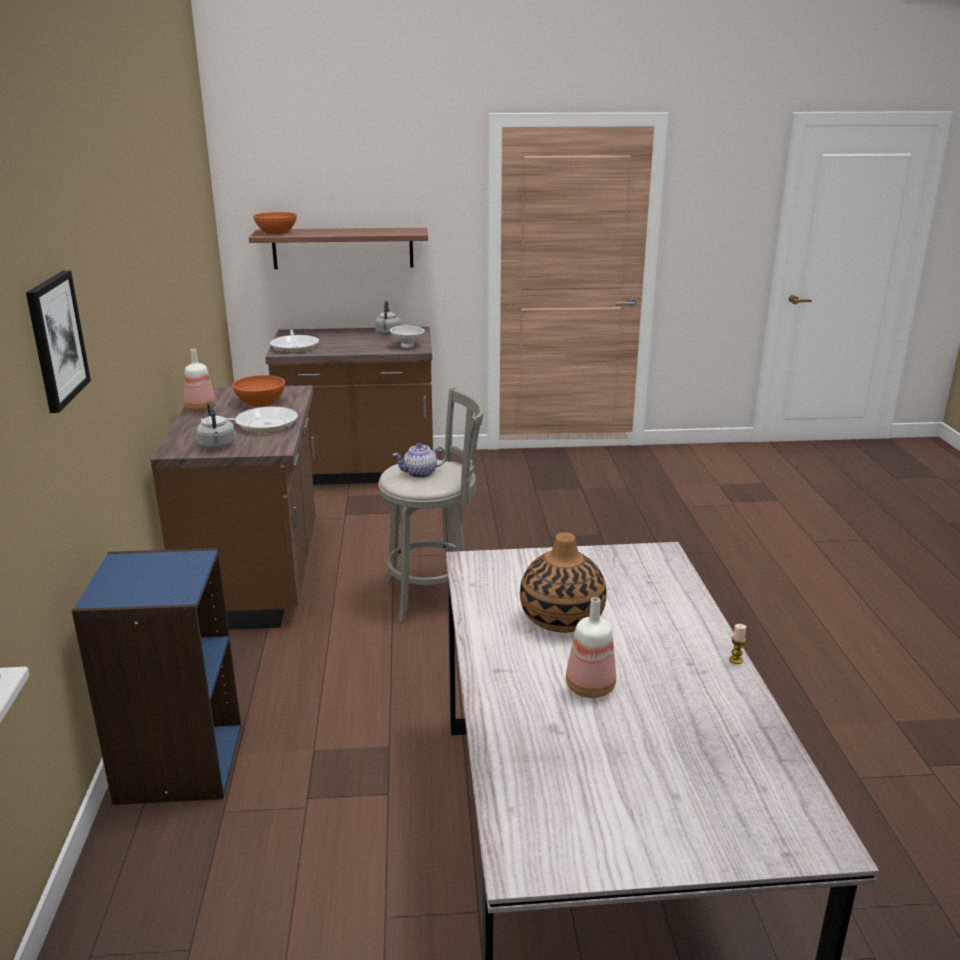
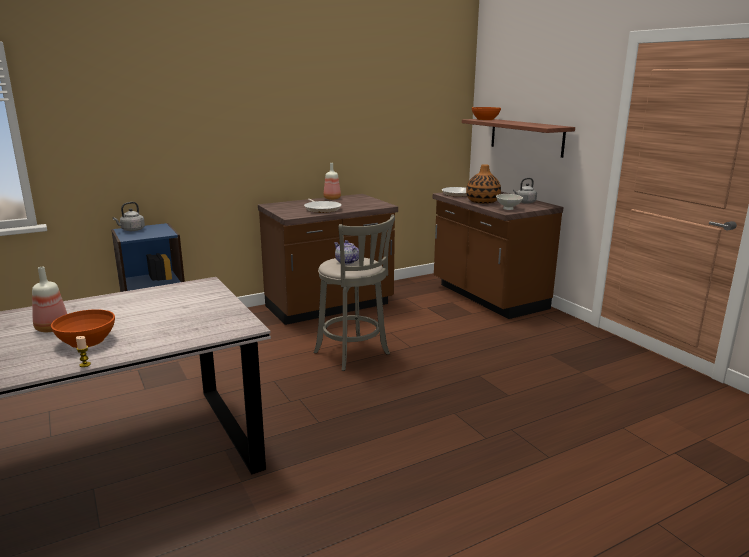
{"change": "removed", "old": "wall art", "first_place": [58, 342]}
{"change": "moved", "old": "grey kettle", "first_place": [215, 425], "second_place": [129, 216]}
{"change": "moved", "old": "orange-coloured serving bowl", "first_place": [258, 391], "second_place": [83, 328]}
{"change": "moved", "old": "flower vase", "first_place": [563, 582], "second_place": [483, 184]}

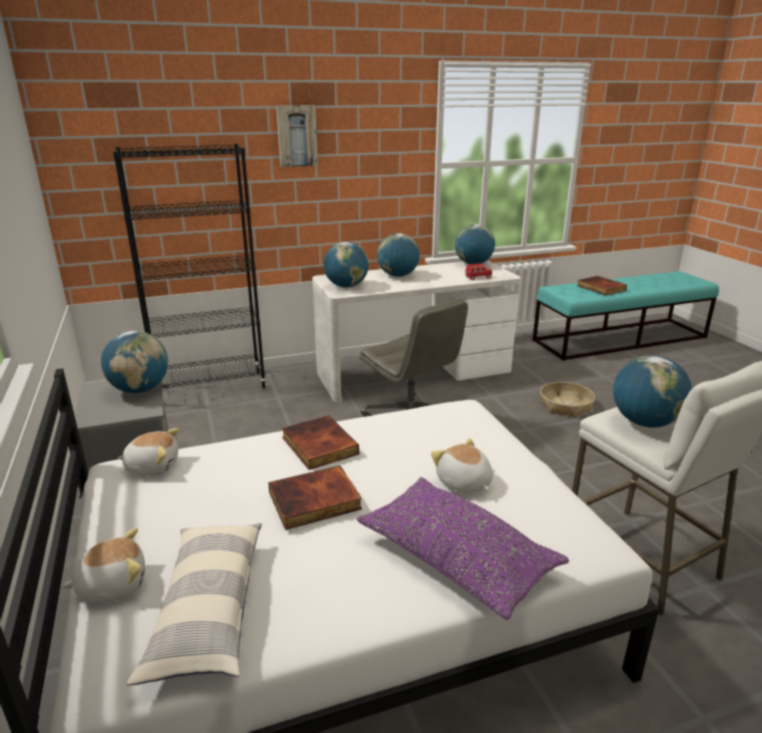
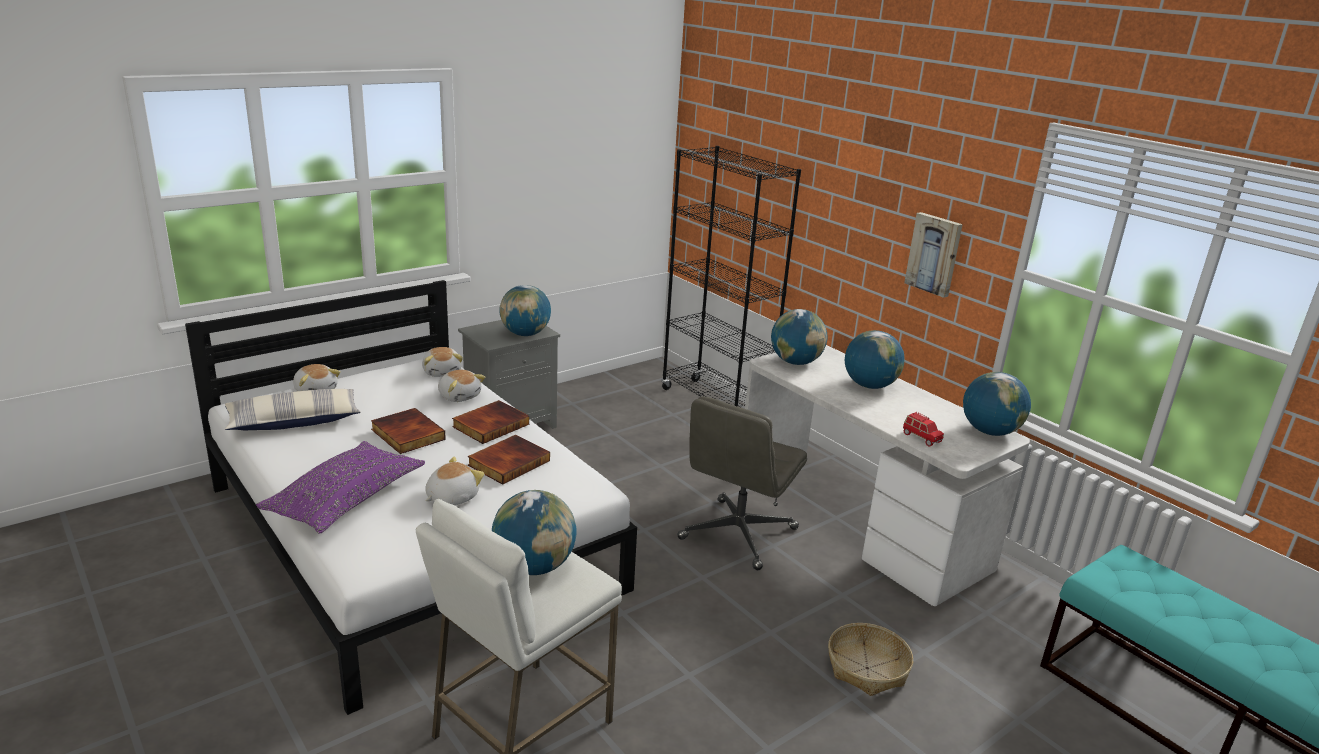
{"change": "moved", "old": "wall art", "first_place": [297, 136], "second_place": [933, 255]}
{"change": "moved", "old": "book", "first_place": [602, 286], "second_place": [509, 460]}
{"change": "added", "new": "soft toy", "second_place": [461, 386]}

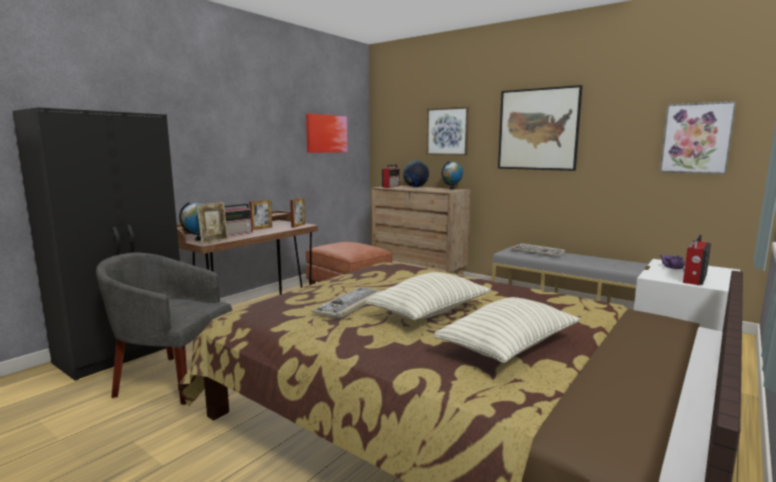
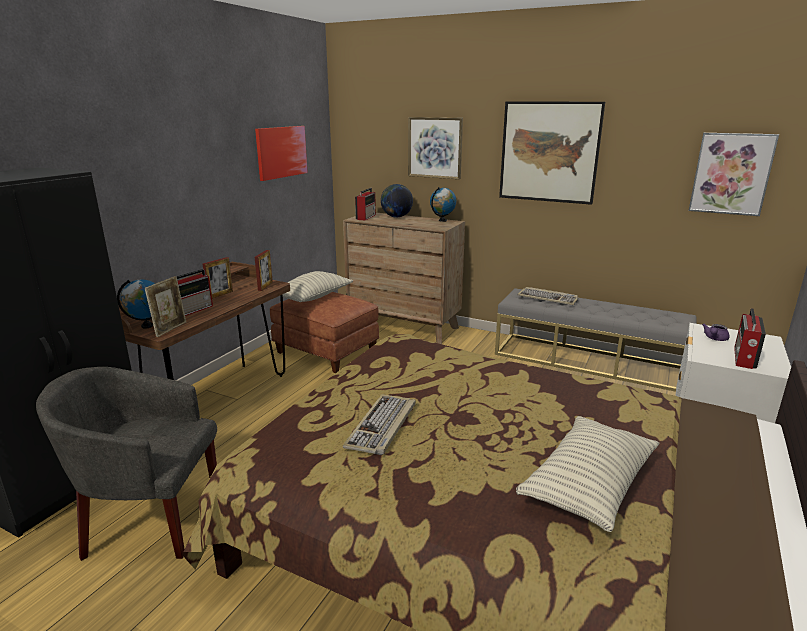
{"change": "moved", "old": "cushion", "first_place": [428, 296], "second_place": [317, 286]}

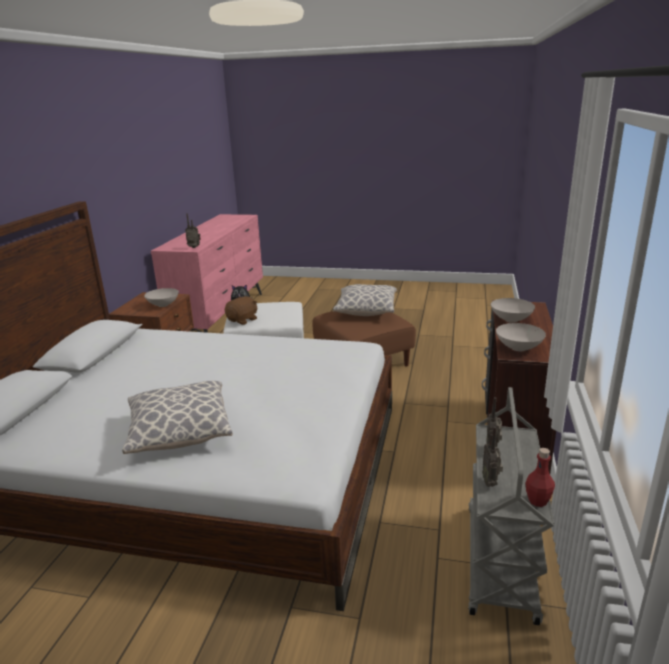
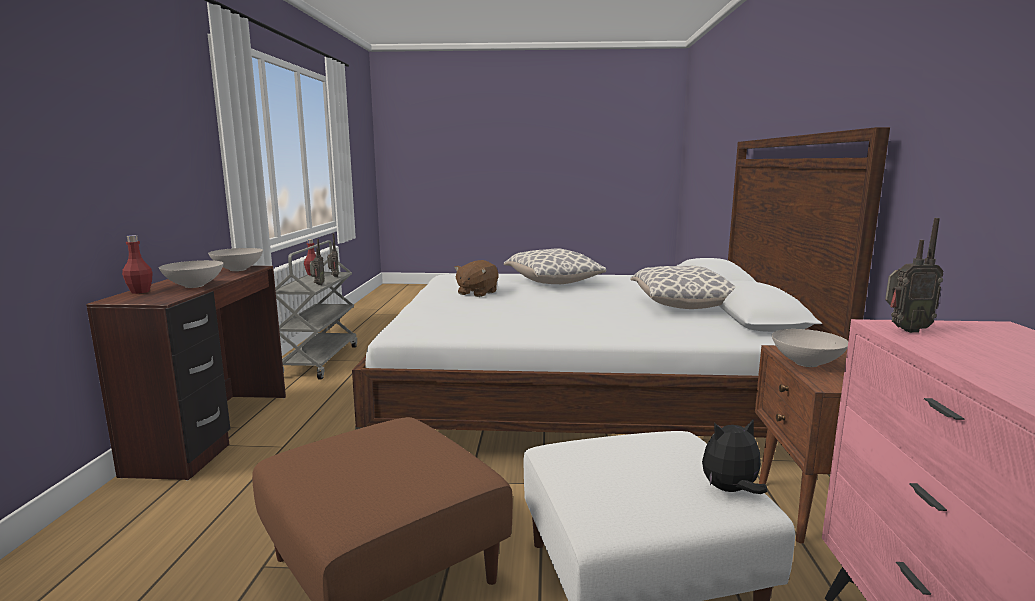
{"change": "moved", "old": "brownish soft toy", "first_place": [241, 310], "second_place": [476, 278]}
{"change": "moved", "old": "cushion", "first_place": [365, 300], "second_place": [682, 287]}
{"change": "added", "new": "red-coloured drink bottle", "second_place": [137, 264]}

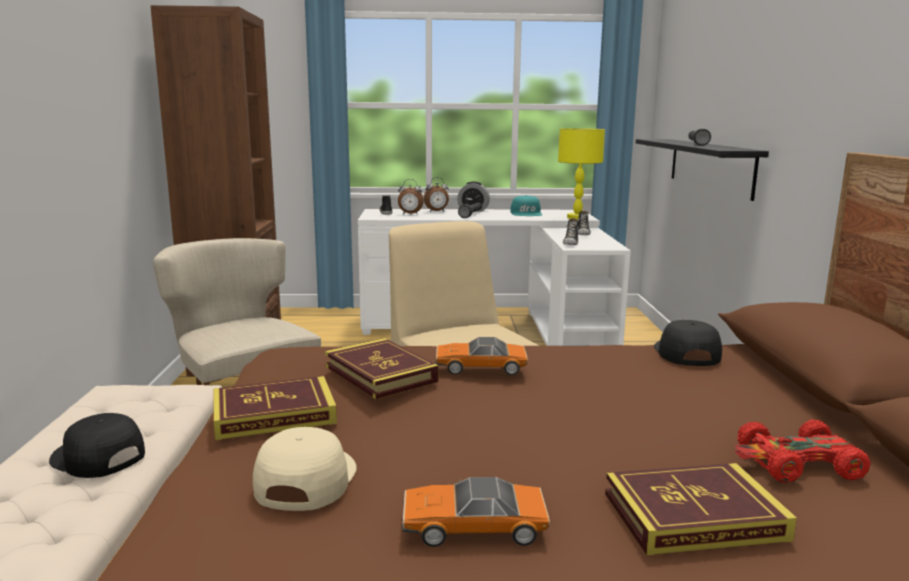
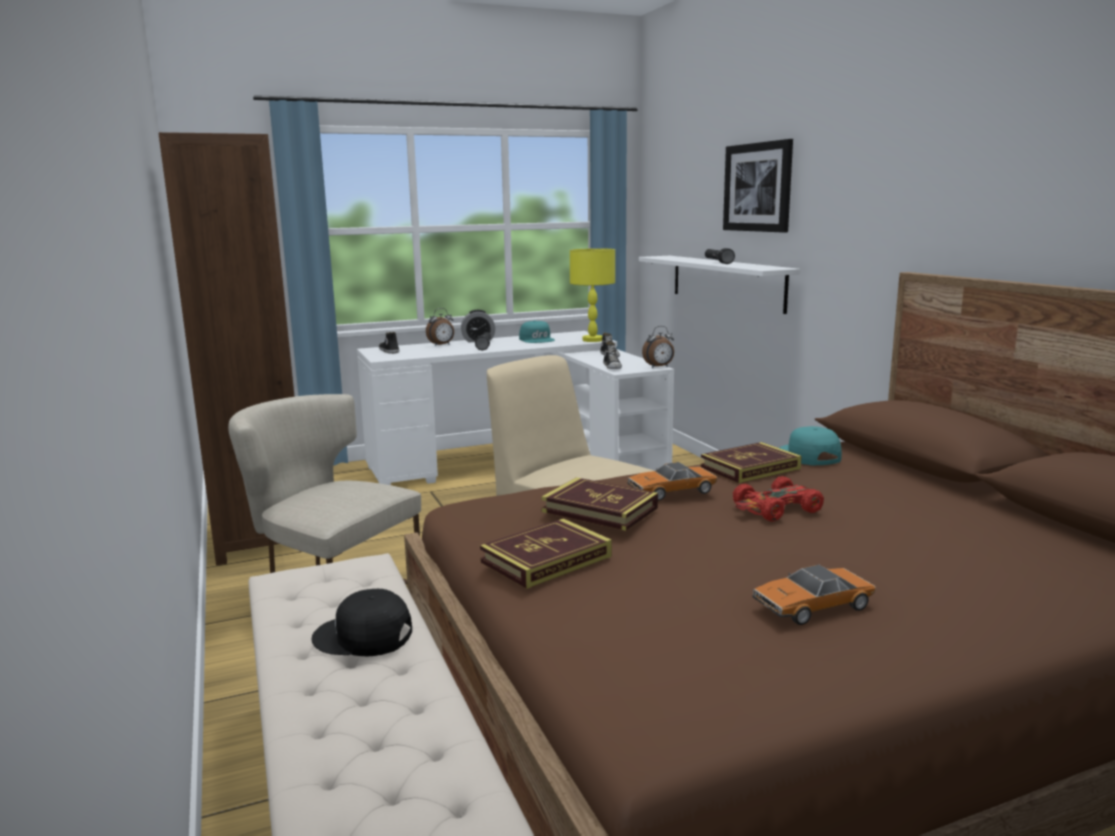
{"change": "removed", "old": "beige-coloured baseball cap", "first_place": [305, 469]}
{"change": "moved", "old": "alarm clock", "first_place": [411, 196], "second_place": [658, 347]}
{"change": "moved", "old": "book", "first_place": [701, 509], "second_place": [751, 462]}
{"change": "recoloured", "old": "black wall shelf", "new": "white-coloured wall shelf", "first_place": [702, 170], "second_place": [719, 285]}
{"change": "recoloured", "old": "black baseball cap", "new": "turquoise baseball cap", "first_place": [688, 343], "second_place": [811, 446]}
{"change": "moved", "old": "red-coloured toy car", "first_place": [803, 451], "second_place": [778, 499]}
{"change": "added", "new": "wall art", "second_place": [758, 186]}

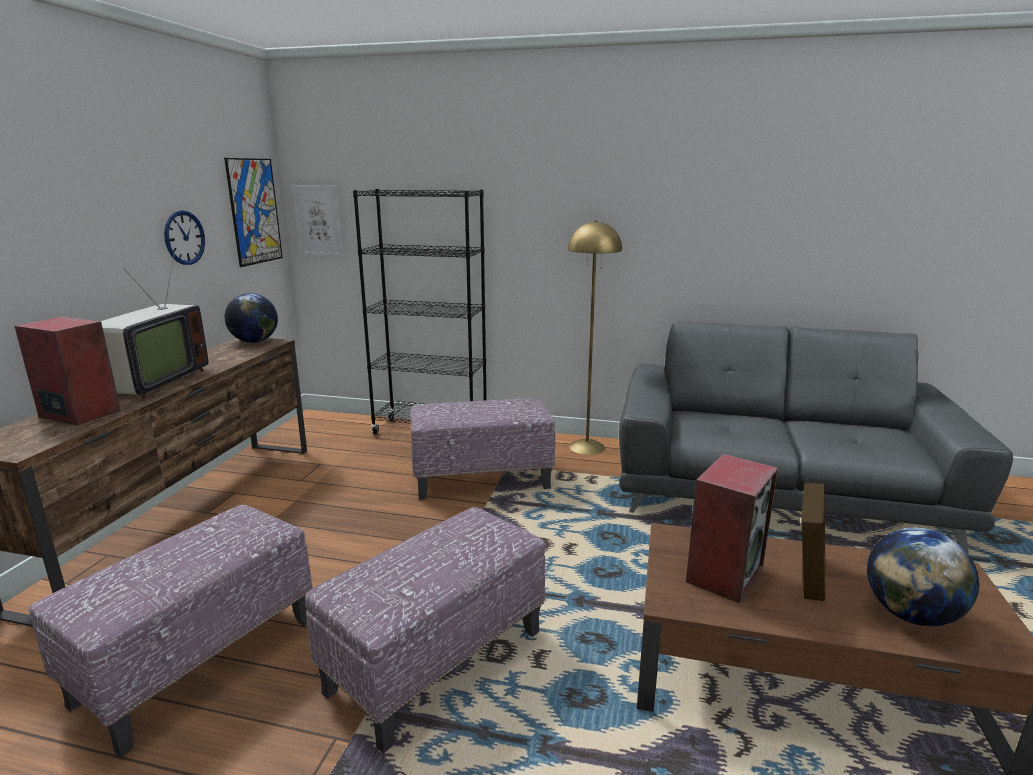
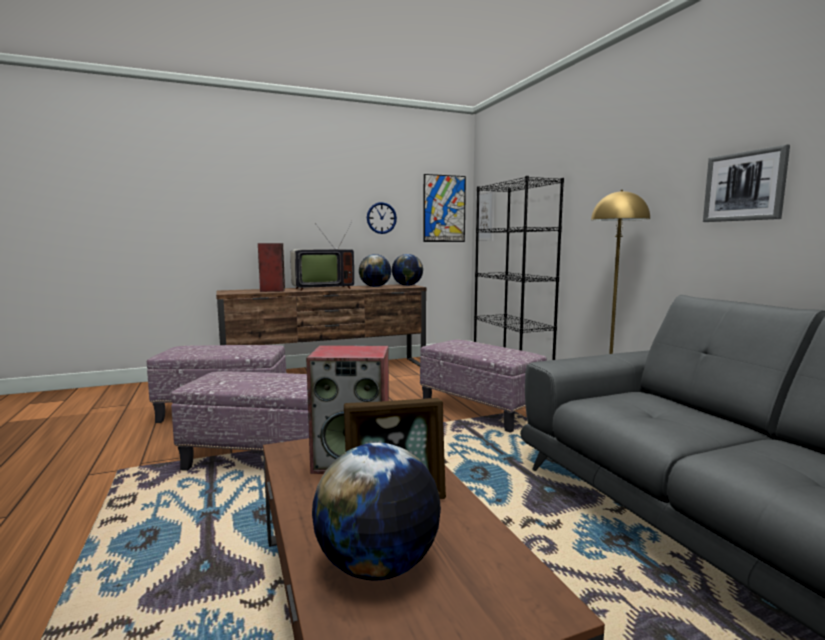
{"change": "added", "new": "desk globe", "second_place": [375, 270]}
{"change": "added", "new": "wall art", "second_place": [746, 183]}

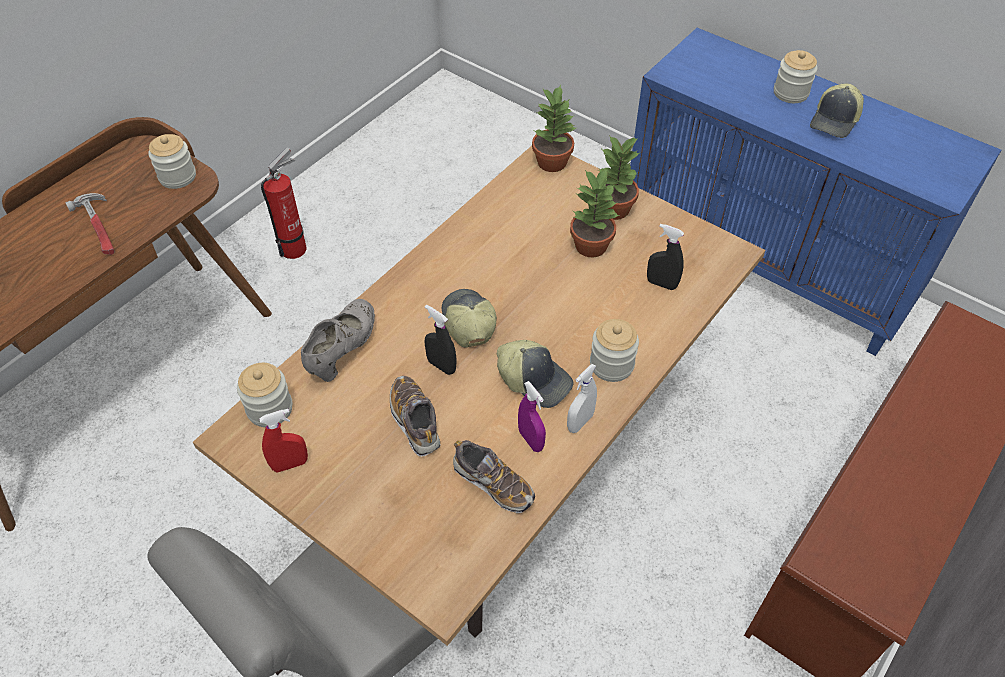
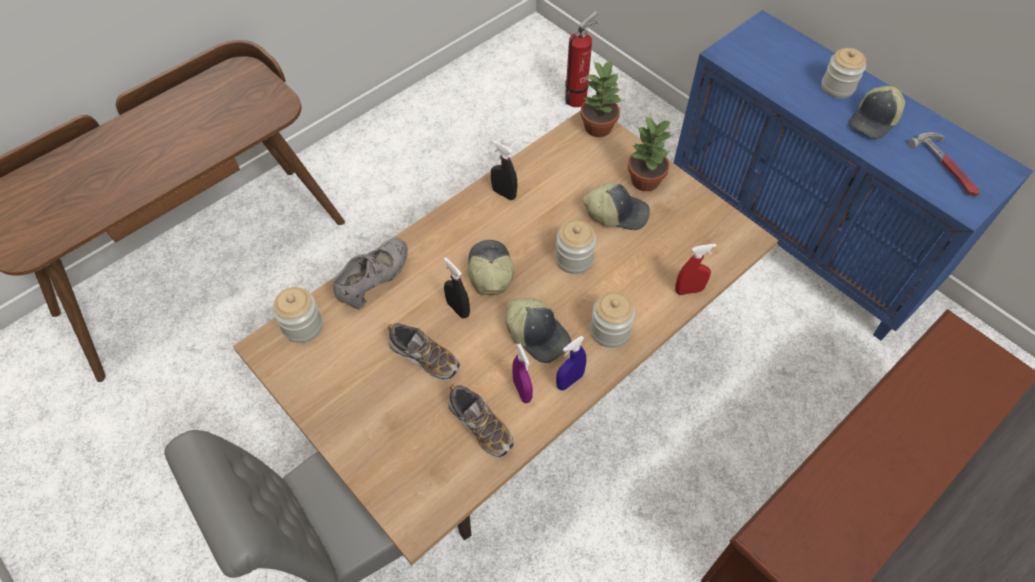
{"change": "moved", "old": "tool hammer", "first_place": [89, 224], "second_place": [944, 164]}
{"change": "moved", "old": "preserve jar", "first_place": [172, 161], "second_place": [576, 247]}
{"change": "moved", "old": "red-coloured sprayer", "first_place": [283, 440], "second_place": [696, 269]}
{"change": "moved", "old": "extinguisher", "first_place": [284, 203], "second_place": [581, 59]}
{"change": "turned", "old": "item of footwear", "first_place": [415, 416], "second_place": [423, 351], "degrees": 135}
{"change": "recoloured", "old": "white-coloured sprayer", "new": "blue sprayer", "first_place": [582, 398], "second_place": [571, 363]}
{"change": "replaced", "old": "plant in a pot", "new": "baseball cap", "first_place": [595, 212], "second_place": [616, 206]}
{"change": "moved", "old": "black sprayer", "first_place": [665, 257], "second_place": [504, 170]}

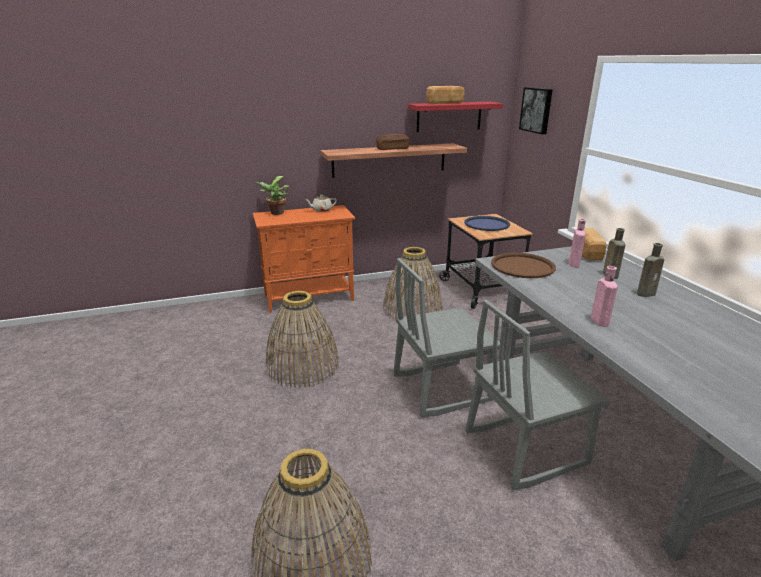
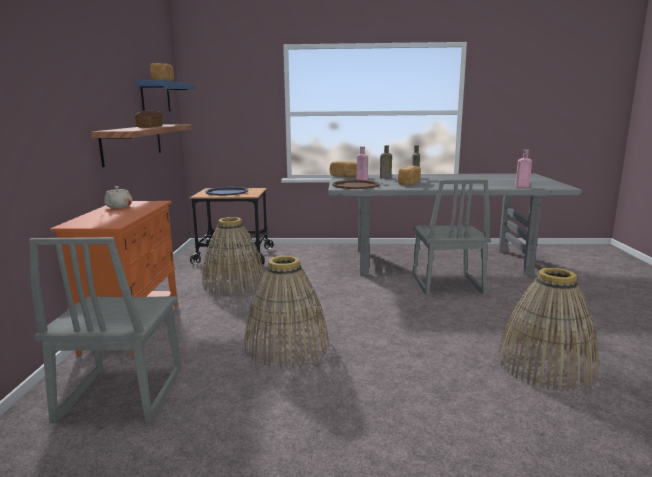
{"change": "removed", "old": "plant in a pot", "first_place": [272, 195]}
{"change": "moved", "old": "grey upright chair", "first_place": [446, 337], "second_place": [105, 330]}
{"change": "recoloured", "old": "red-coloured wall shelf", "new": "blue wall shelf", "first_place": [455, 117], "second_place": [165, 95]}
{"change": "removed", "old": "wall art", "first_place": [536, 110]}
{"change": "moved", "old": "pink-coloured drink bottle", "first_place": [604, 296], "second_place": [523, 169]}
{"change": "added", "new": "bread", "second_place": [409, 175]}

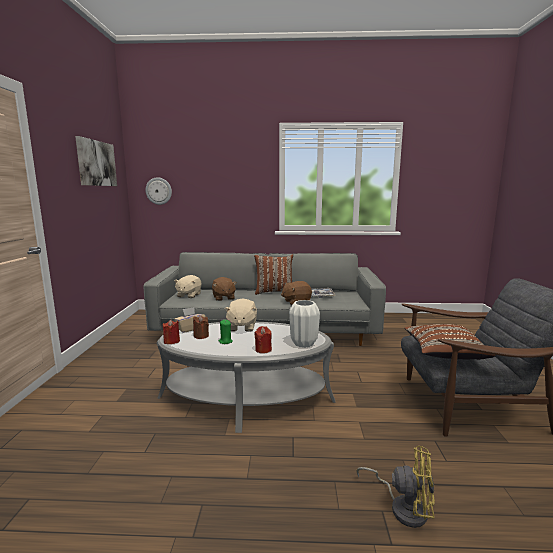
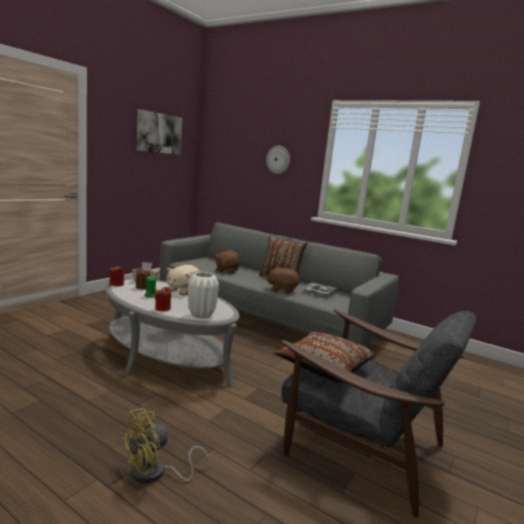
{"change": "moved", "old": "clock on the wall", "first_place": [158, 191], "second_place": [278, 160]}
{"change": "removed", "old": "beige-coloured soft toy", "first_place": [188, 286]}
{"change": "turned", "old": "yellow-coloured cooling fan", "first_place": [396, 487], "second_place": [165, 445], "degrees": 90}

